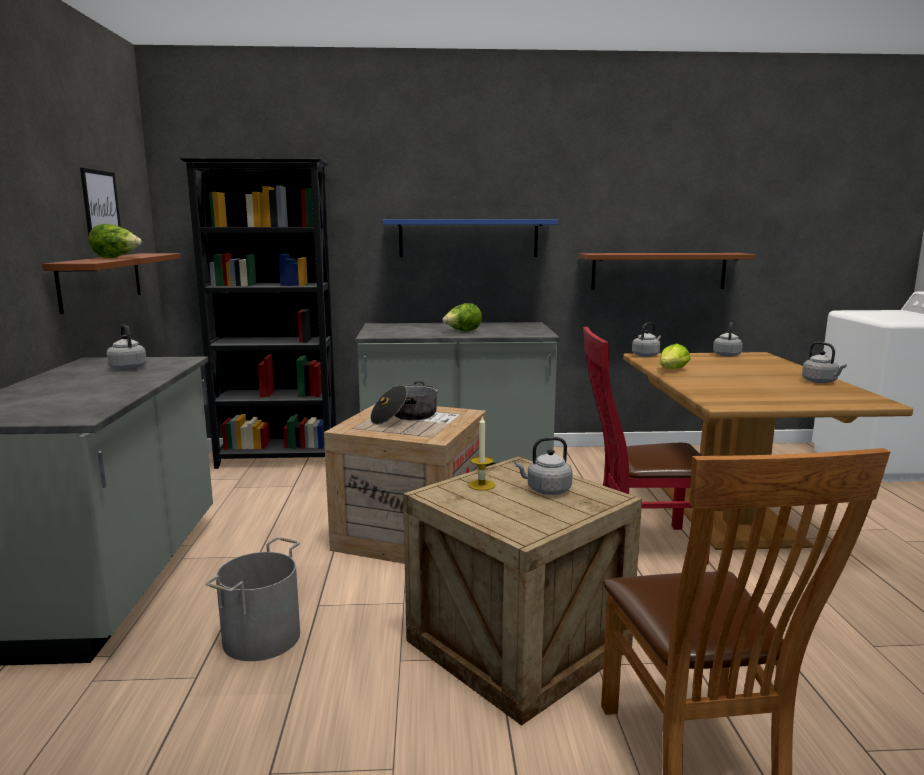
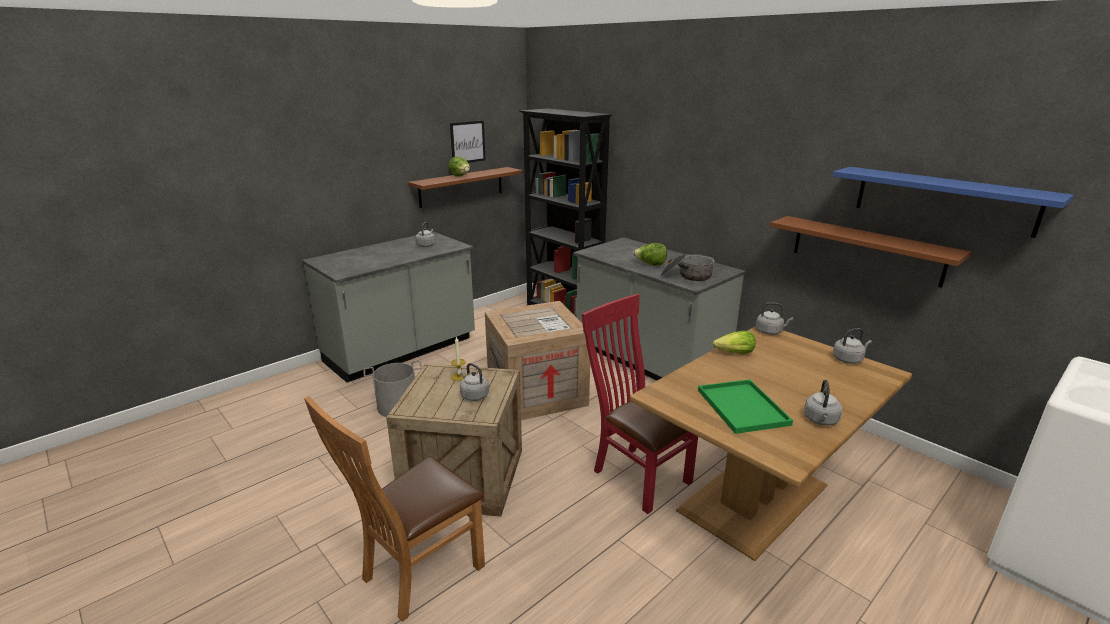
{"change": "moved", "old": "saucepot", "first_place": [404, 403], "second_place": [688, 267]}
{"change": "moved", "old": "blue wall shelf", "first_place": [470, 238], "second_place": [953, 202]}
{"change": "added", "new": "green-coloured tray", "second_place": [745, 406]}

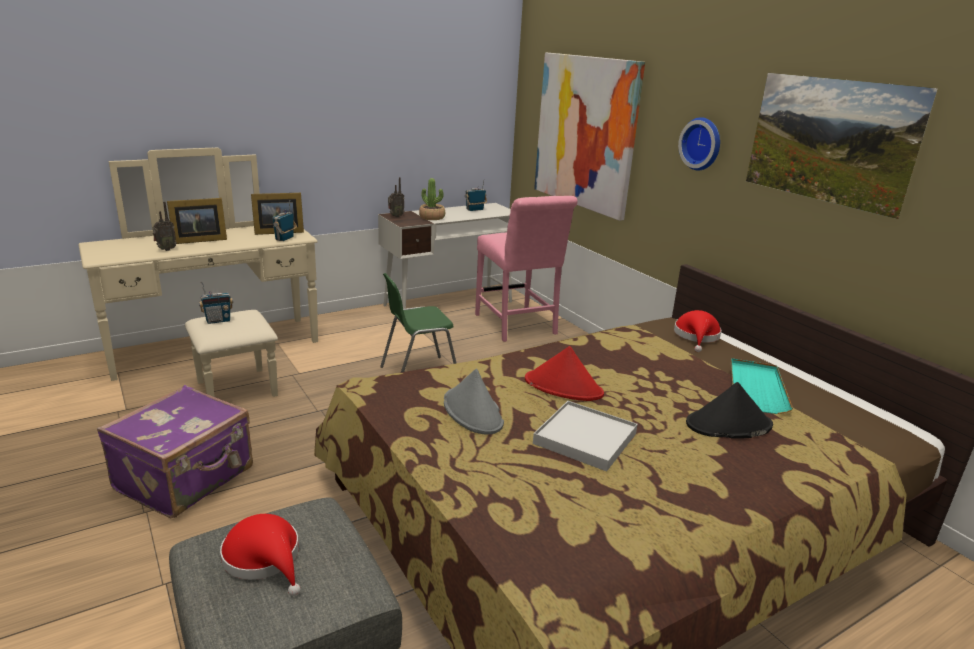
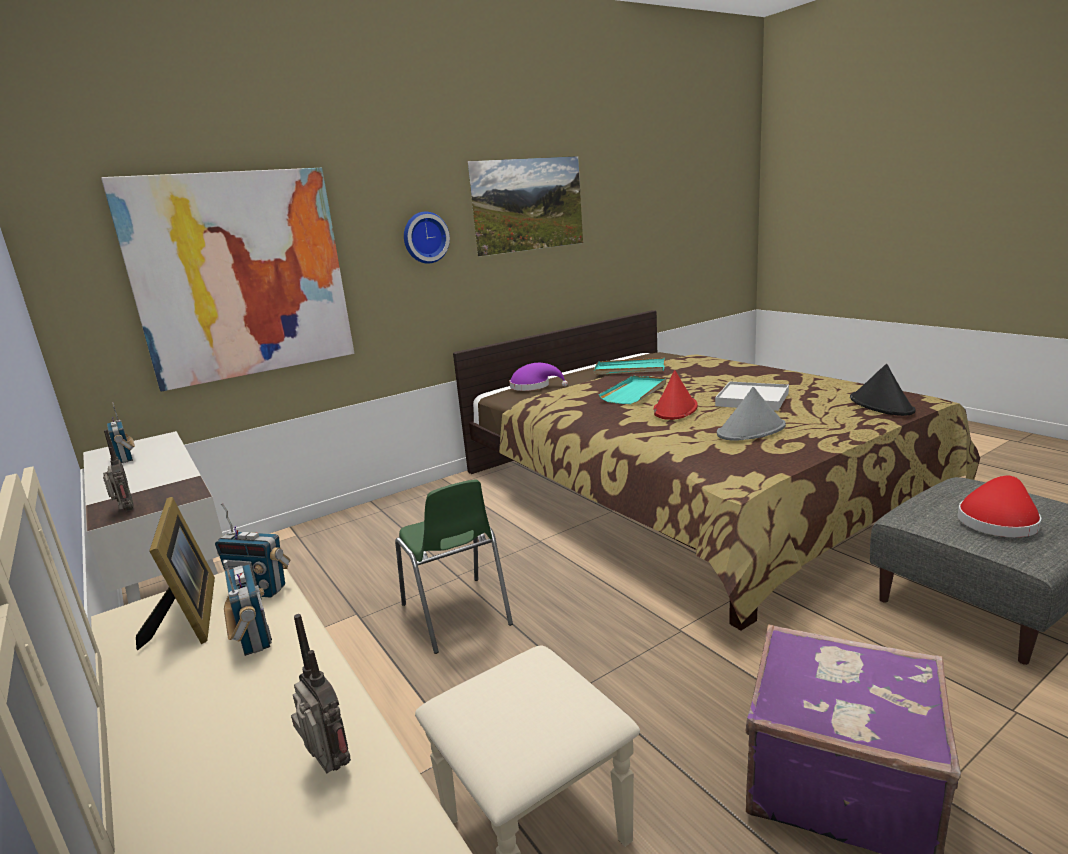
{"change": "removed", "old": "photo frame", "first_place": [197, 221]}
{"change": "moved", "old": "radio receiver", "first_place": [216, 303], "second_place": [247, 608]}
{"change": "removed", "old": "plant in a pot", "first_place": [432, 199]}
{"change": "removed", "old": "pink-coloured upright chair", "first_place": [526, 269]}
{"change": "recoloured", "old": "red-coloured clothing hat", "new": "purplish clothing hat", "first_place": [697, 331], "second_place": [538, 377]}
{"change": "moved", "old": "black clothing hat", "first_place": [729, 410], "second_place": [882, 390]}
{"change": "added", "new": "turquoise tray", "second_place": [632, 390]}

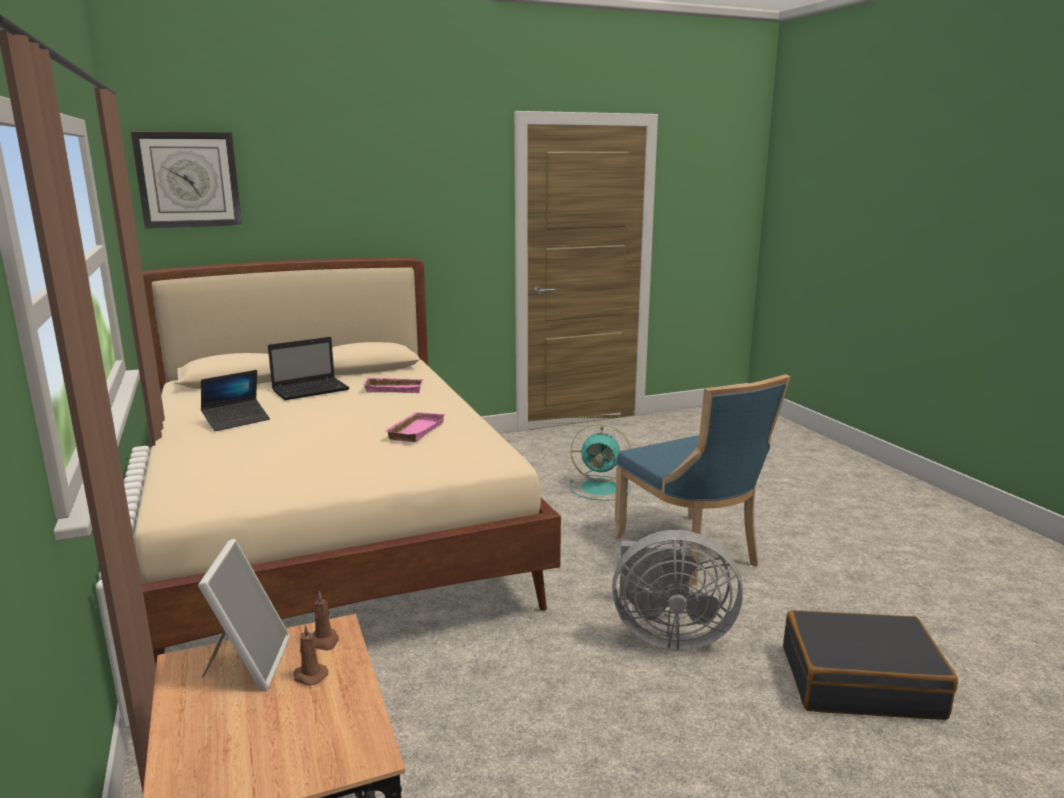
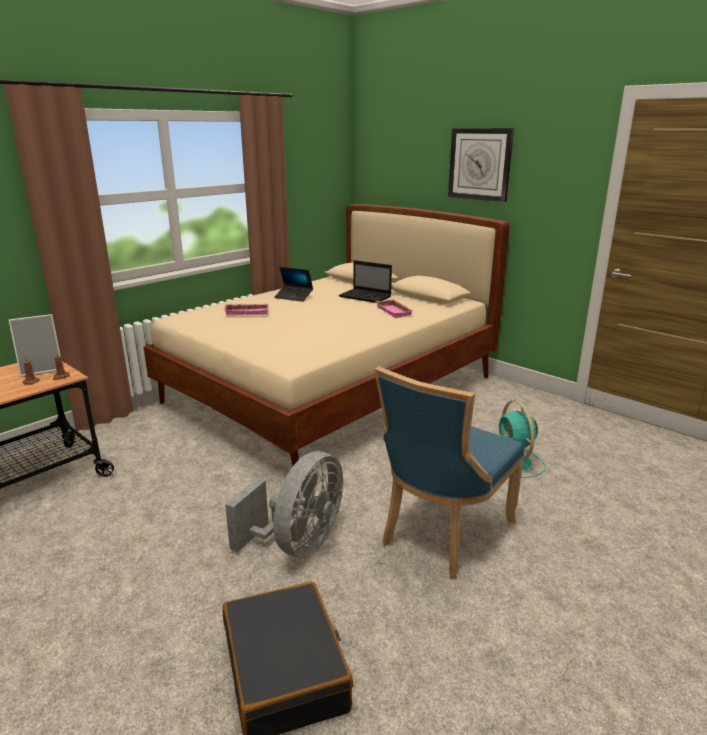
{"change": "moved", "old": "clock on the wall", "first_place": [186, 180], "second_place": [481, 165]}
{"change": "moved", "old": "pink-coloured tray", "first_place": [415, 427], "second_place": [246, 309]}
{"change": "turned", "old": "grey cooling fan", "first_place": [677, 590], "second_place": [284, 504], "degrees": -135}

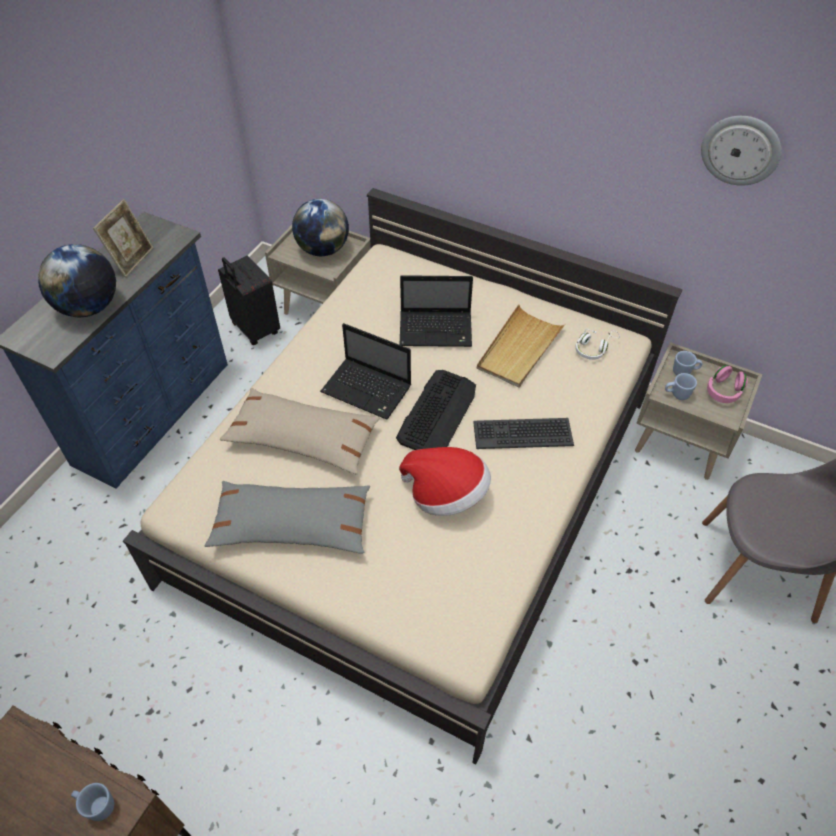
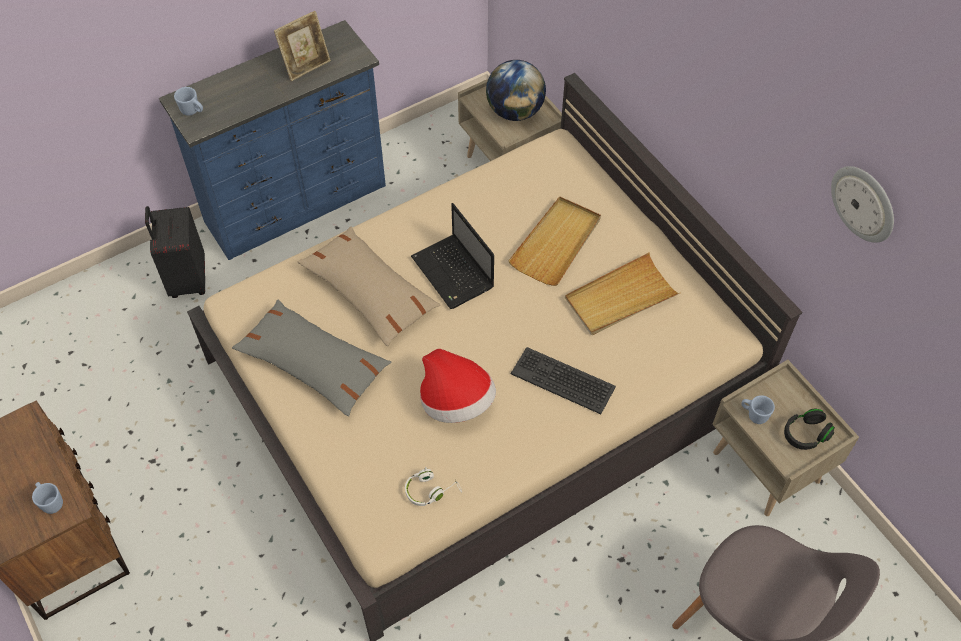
{"change": "removed", "old": "desk globe", "first_place": [77, 280]}
{"change": "moved", "old": "black piece of luggage", "first_place": [249, 300], "second_place": [175, 252]}
{"change": "removed", "old": "keyboard", "first_place": [436, 410]}
{"change": "replaced", "old": "portable computer", "new": "beige-coloured tray", "first_place": [436, 311], "second_place": [554, 241]}
{"change": "moved", "old": "white-coloured headphones", "first_place": [597, 344], "second_place": [433, 486]}
{"change": "moved", "old": "blue coffee mug", "first_place": [687, 363], "second_place": [188, 101]}
{"change": "recoloured", "old": "pink-coloured headphones", "new": "black headphones", "first_place": [727, 384], "second_place": [809, 429]}

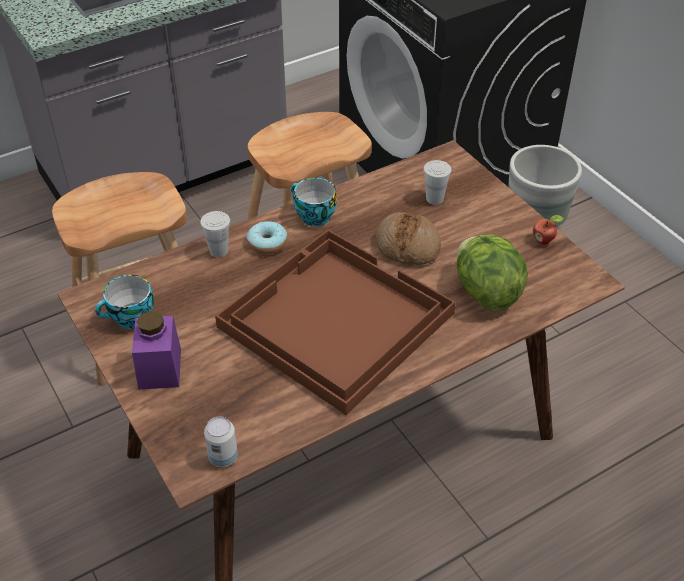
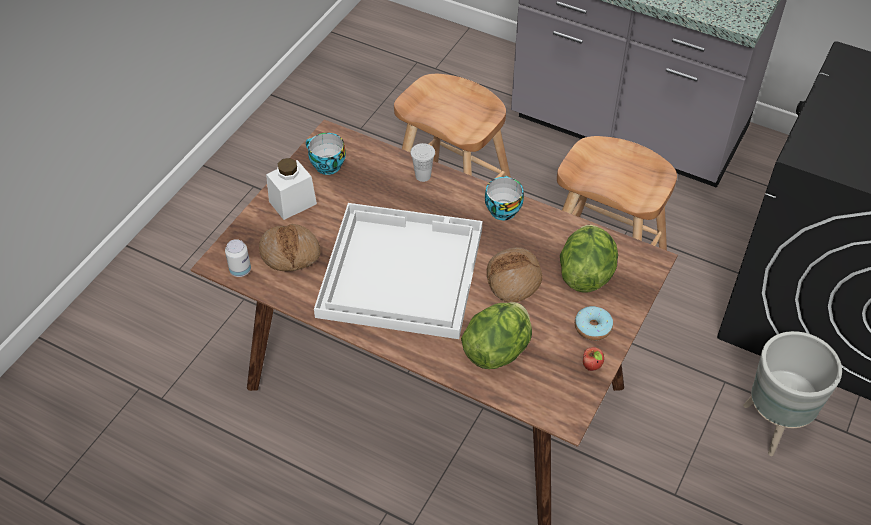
{"change": "recoloured", "old": "purplish preserve jar", "new": "white-coloured preserve jar", "first_place": [156, 350], "second_place": [291, 189]}
{"change": "recoloured", "old": "brownish tray", "new": "white-coloured tray", "first_place": [335, 322], "second_place": [398, 271]}
{"change": "moved", "old": "doughnut", "first_place": [267, 237], "second_place": [594, 323]}
{"change": "replaced", "old": "white-coloured cup", "new": "lettuce head", "first_place": [437, 182], "second_place": [589, 259]}
{"change": "added", "new": "bread", "second_place": [289, 247]}

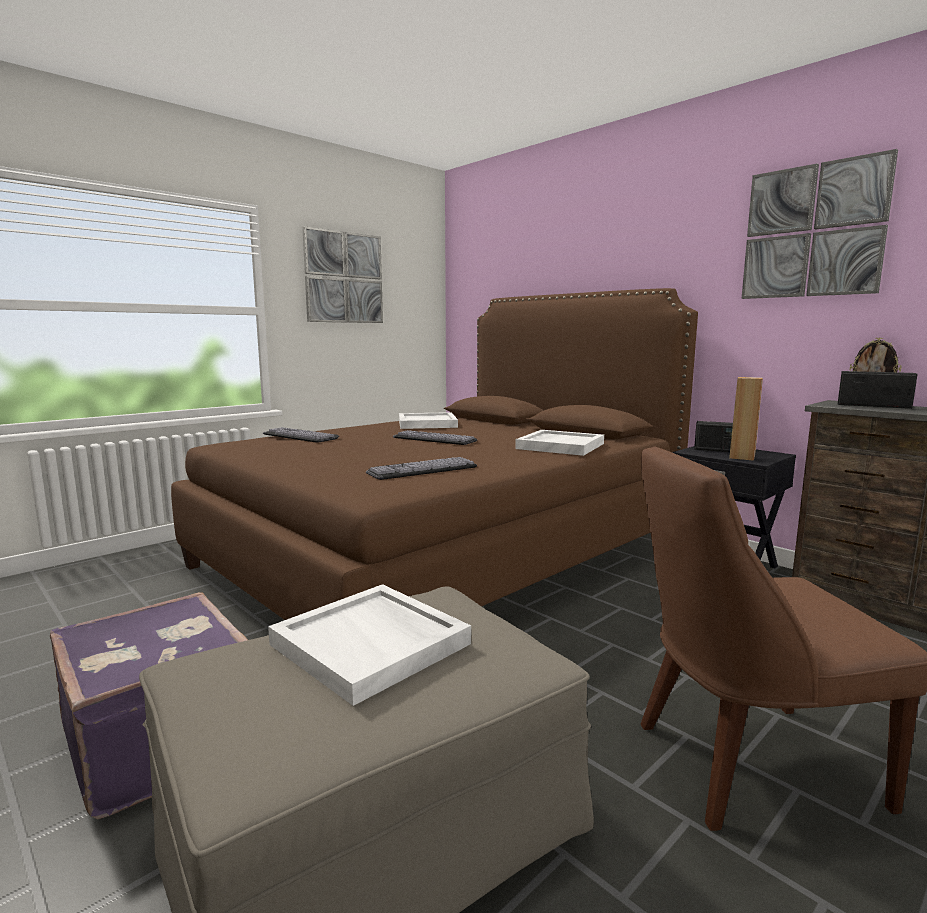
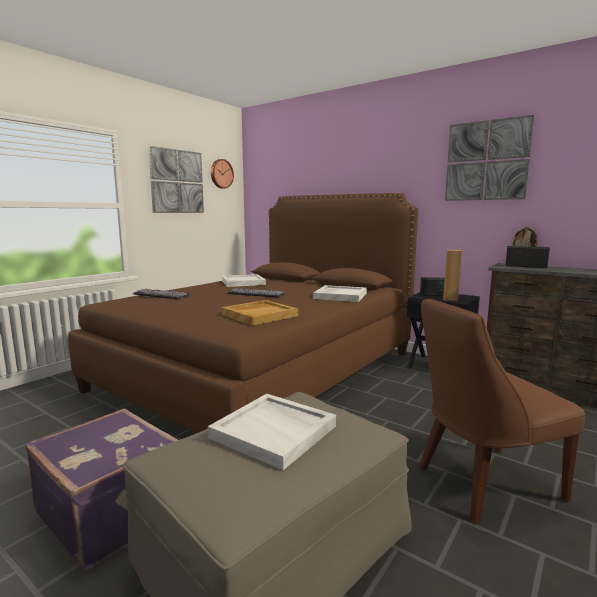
{"change": "replaced", "old": "keyboard", "new": "beige-coloured tray", "first_place": [421, 468], "second_place": [259, 313]}
{"change": "added", "new": "clock on the wall", "second_place": [222, 174]}

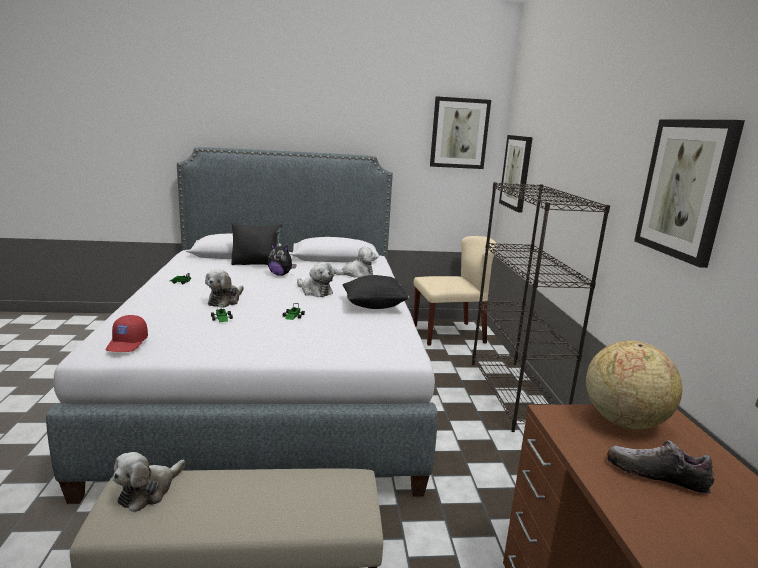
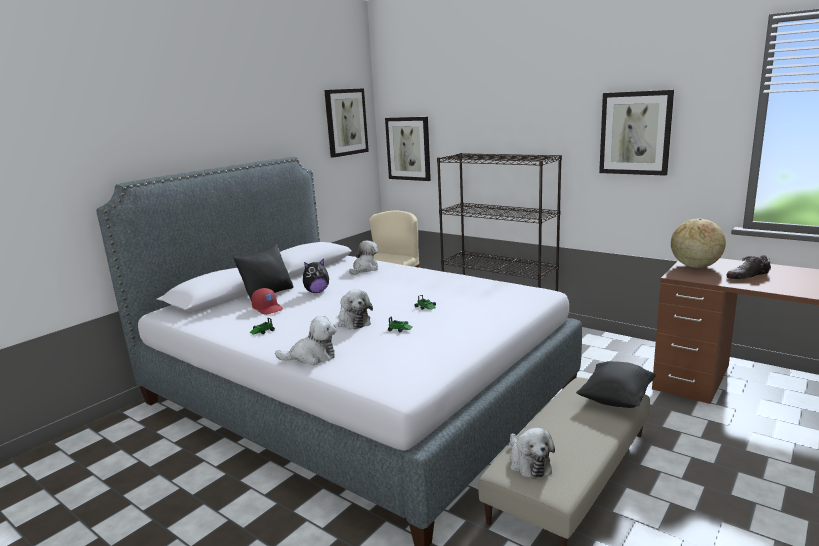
{"change": "moved", "old": "red-coloured baseball cap", "first_place": [127, 333], "second_place": [267, 301]}
{"change": "moved", "old": "soft toy", "first_place": [315, 279], "second_place": [306, 340]}
{"change": "moved", "old": "black cushion", "first_place": [376, 292], "second_place": [616, 384]}

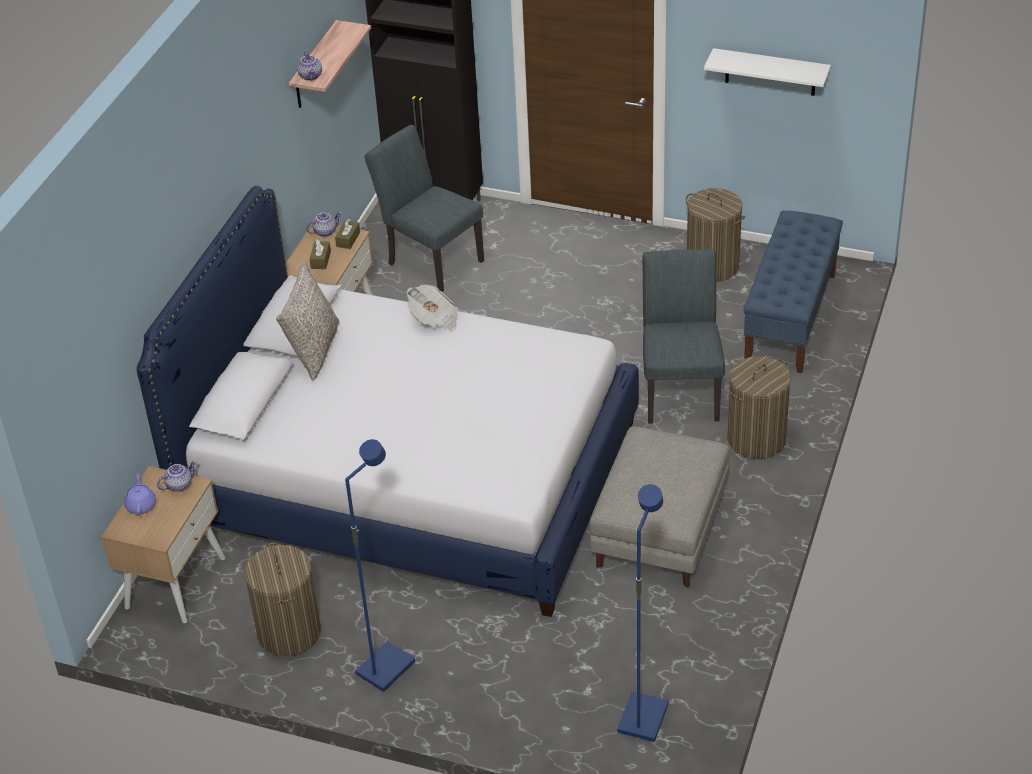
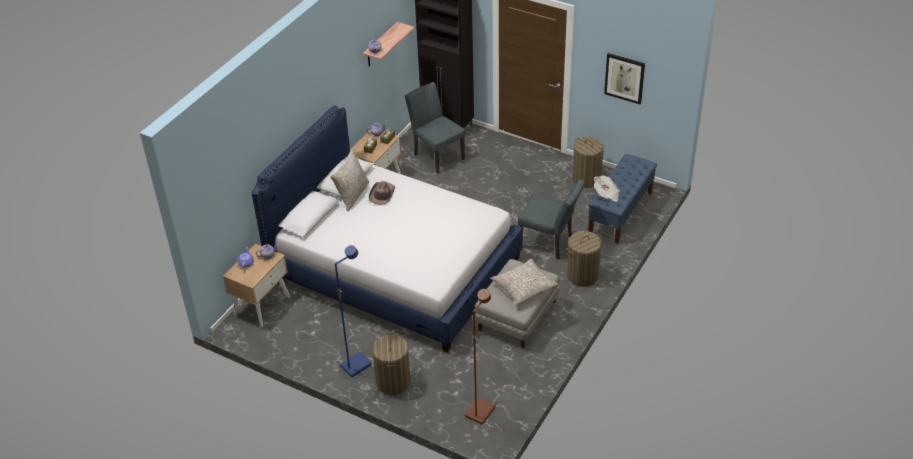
{"change": "moved", "old": "hamper", "first_place": [282, 599], "second_place": [391, 364]}
{"change": "moved", "old": "newspaper", "first_place": [433, 308], "second_place": [607, 189]}
{"change": "recoloured", "old": "blue floor lamp", "new": "brownish floor lamp", "first_place": [643, 613], "second_place": [480, 357]}
{"change": "turned", "old": "grey upright chair", "first_place": [683, 337], "second_place": [551, 219], "degrees": 105}
{"change": "replaced", "old": "white-coloured wall shelf", "new": "wall art", "first_place": [767, 72], "second_place": [624, 78]}
{"change": "added", "new": "brownish clothing hat", "second_place": [382, 193]}
{"change": "added", "new": "grey cushion", "second_place": [524, 281]}

